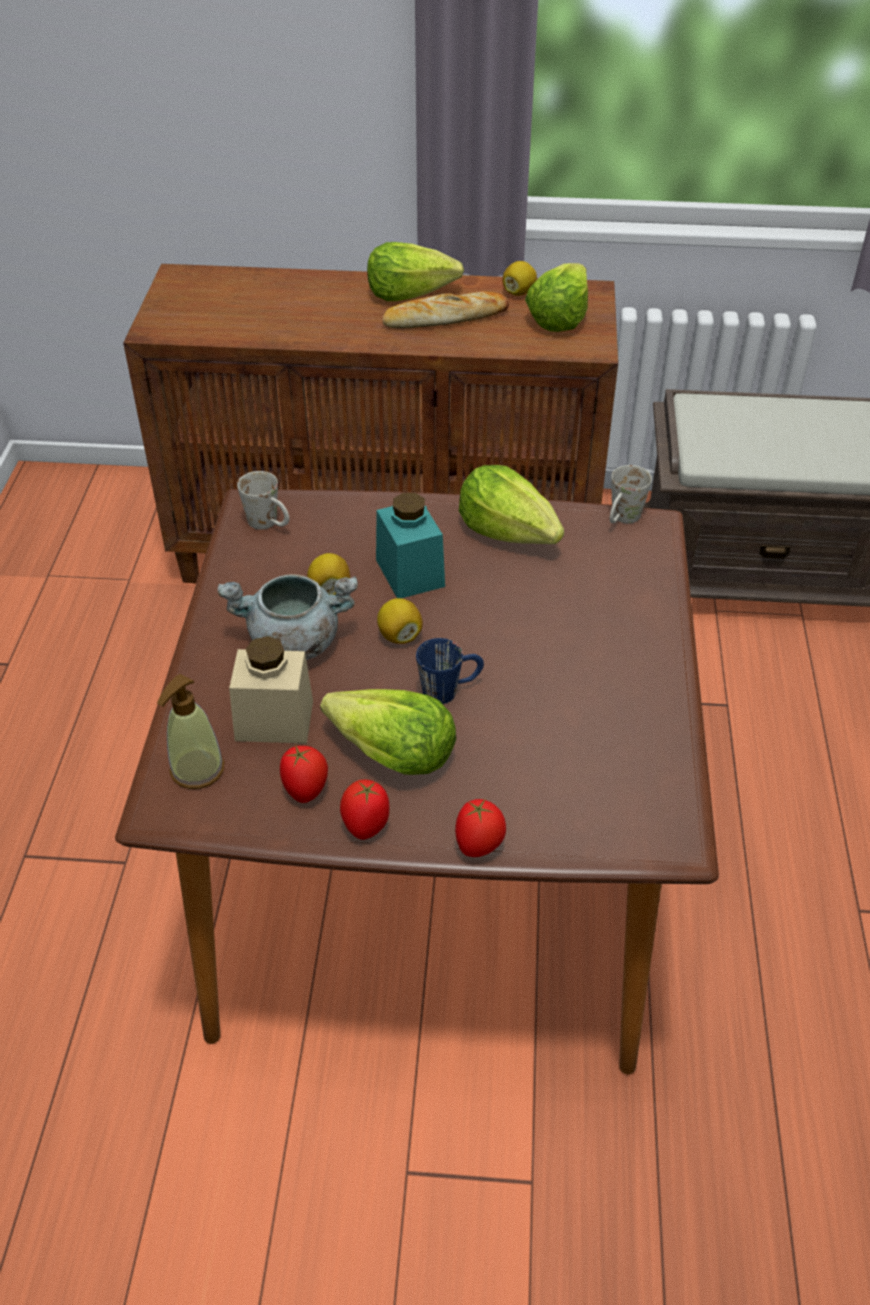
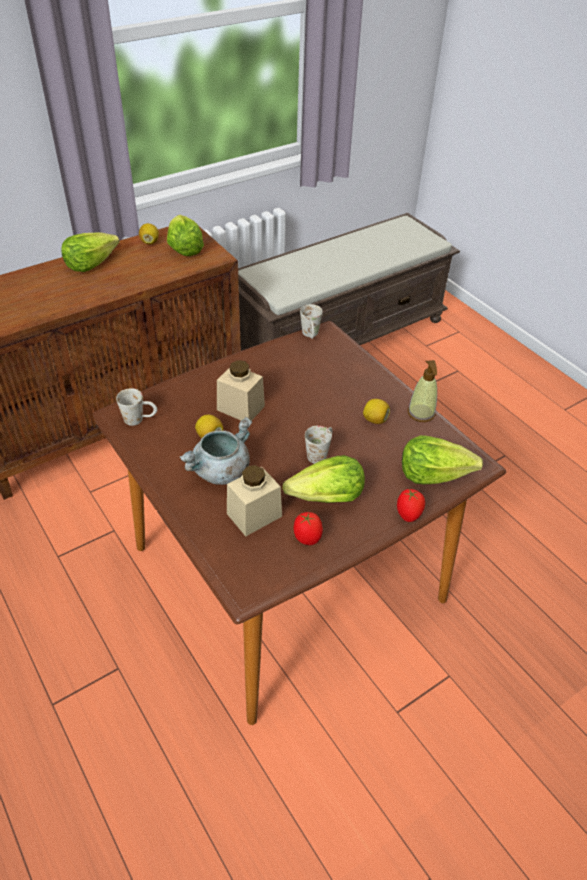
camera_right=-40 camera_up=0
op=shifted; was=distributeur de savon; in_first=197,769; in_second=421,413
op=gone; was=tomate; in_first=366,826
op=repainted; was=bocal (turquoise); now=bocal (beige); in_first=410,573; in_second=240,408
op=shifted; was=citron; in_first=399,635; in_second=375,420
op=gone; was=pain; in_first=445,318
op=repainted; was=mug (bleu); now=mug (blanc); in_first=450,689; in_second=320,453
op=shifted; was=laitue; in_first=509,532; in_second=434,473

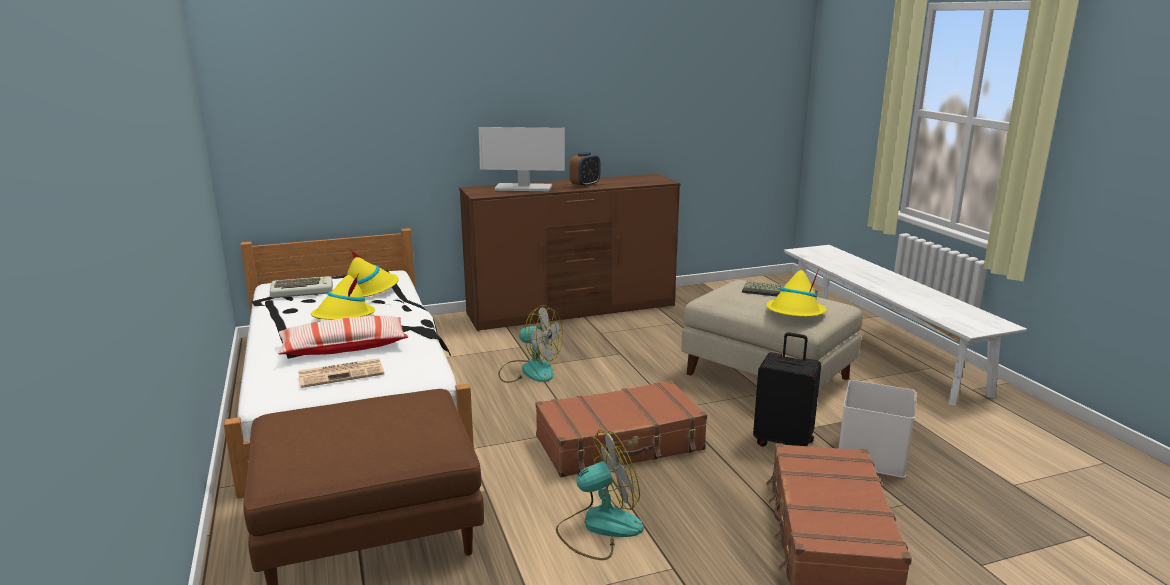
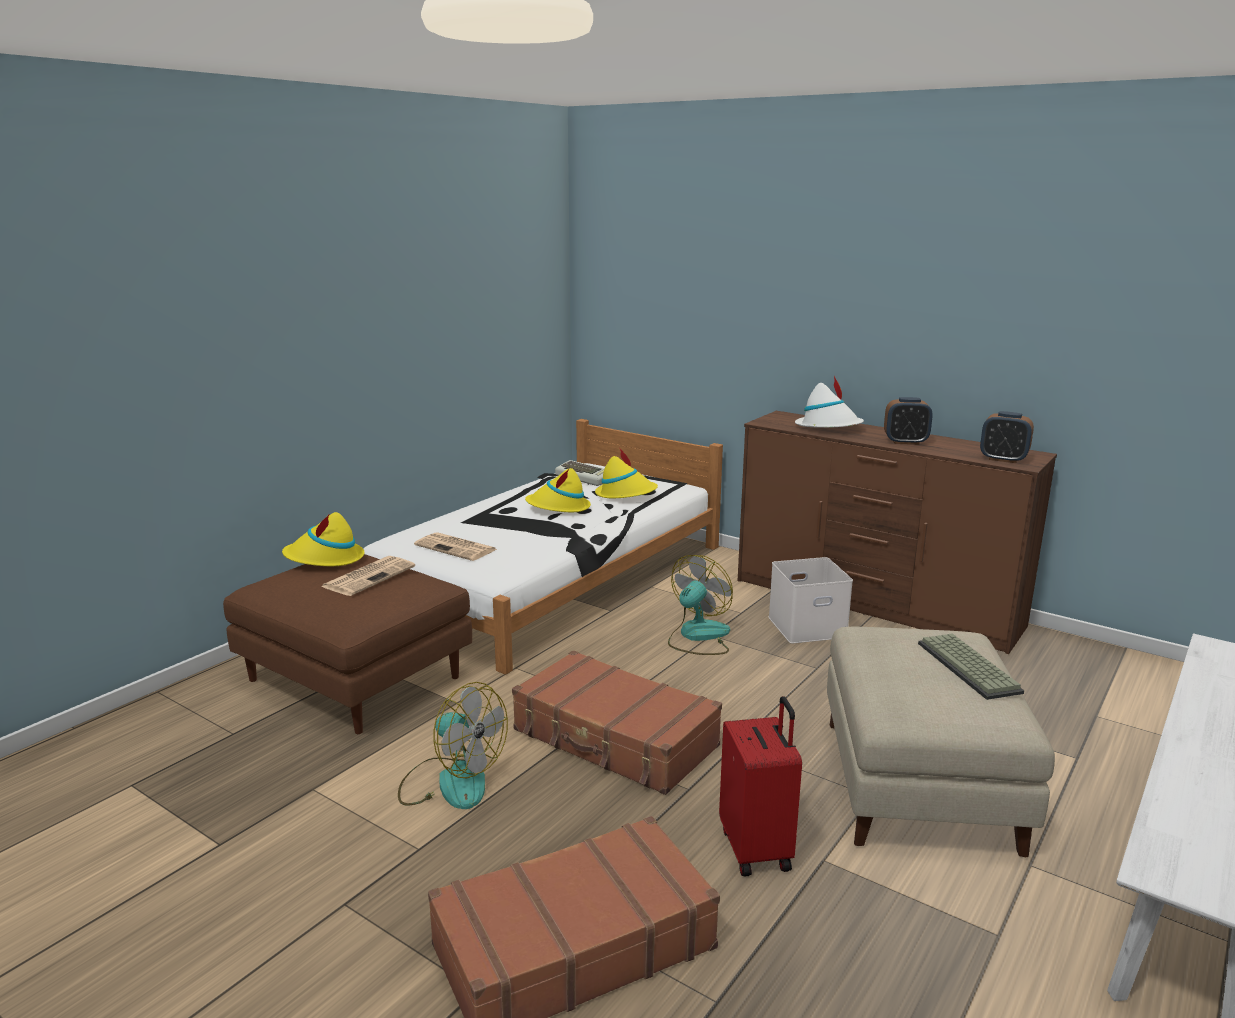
camera_right=55 camera_up=0
op=gone; was=coussin; in_first=344,348
op=swapped; was=écran d'ordinateur; now=chapeau (blanc); in_first=523,188; in_second=829,427
op=rotated; was=ventilateur; in_first=529,370; in_second=698,636; clockwise=-135
op=repainted; was=valise (noir); now=valise (rouge); in_first=784,442; in_second=757,849
op=shifted; was=chapeau (jaune); in_first=795,313; in_second=325,559
op=shifted; was=boîte de rangement (blanc); in_first=870,454; in_second=808,626
op=new; now=journal; in_second=369,576
op=new; now=réveil; in_second=1003,459

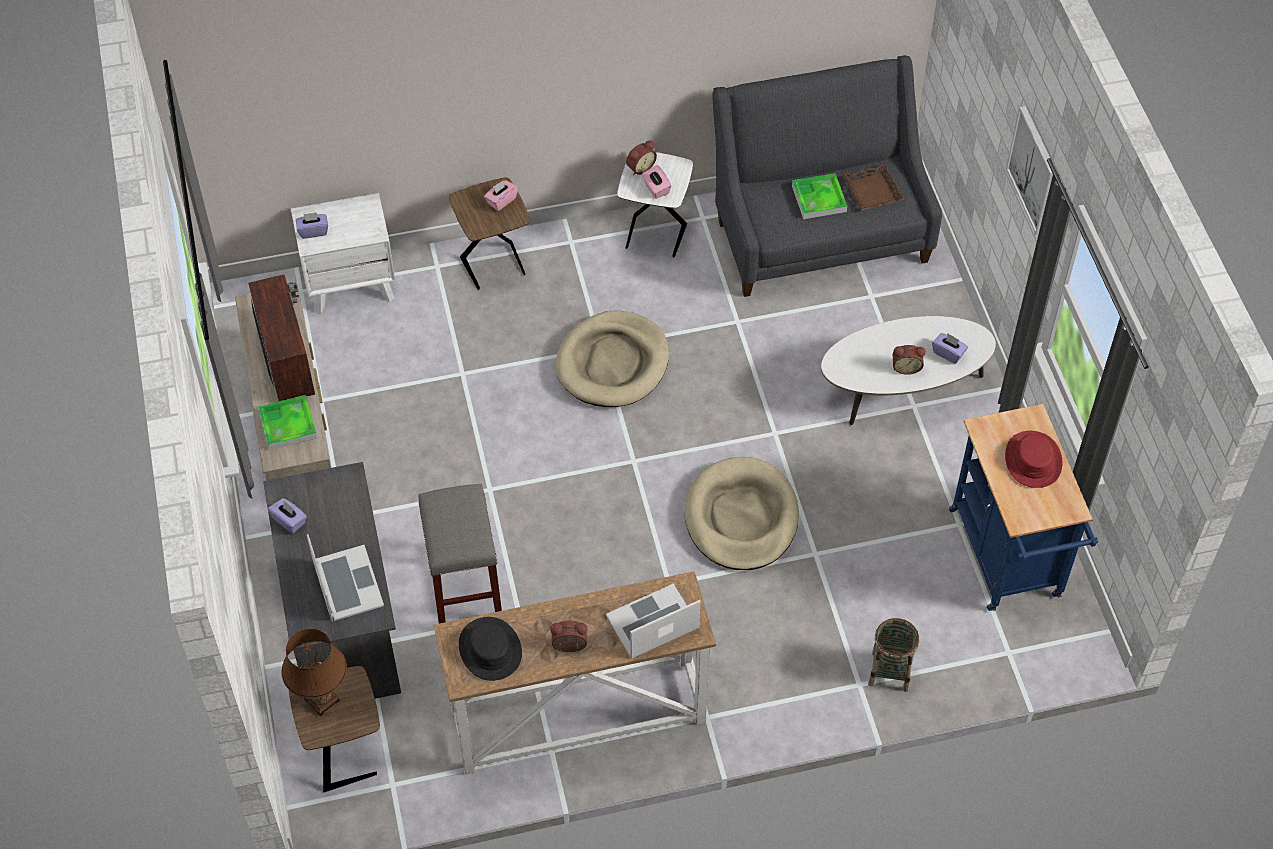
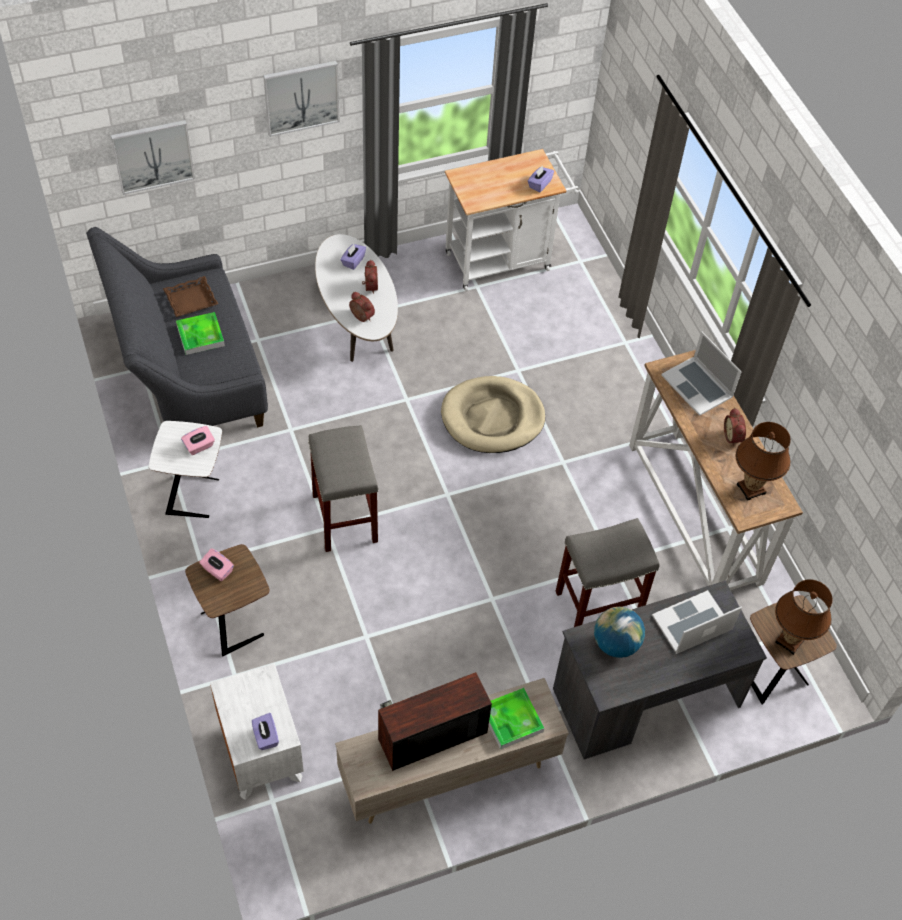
camera_right=-100 camera_up=0
op=shifted; was=boîte à mouchoirs (violet); in_first=289,521; in_second=539,184
op=swapped; was=chapeau (noir); now=lampe de table (marron); in_first=490,650; in_second=751,489
op=swapped; was=panier pour chien (beige); now=tabouret (gris); in_first=613,363; in_second=344,517
op=shifted; was=réveil; in_first=640,167; in_second=360,317
op=gone; was=panier; in_first=890,671
op=repainted; was=chariot (bleu); now=chariot (blanc); in_first=1008,560; in_second=503,259
op=gone; was=chapeau (rouge); in_first=1033,460
op=new; now=tableau; in_second=153,156
op=new; now=globe; in_second=615,643

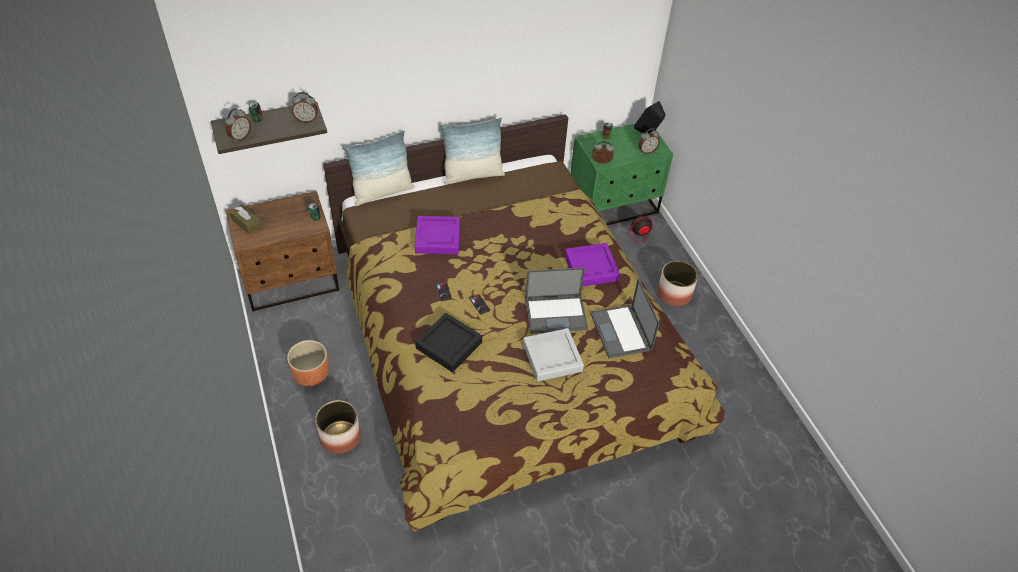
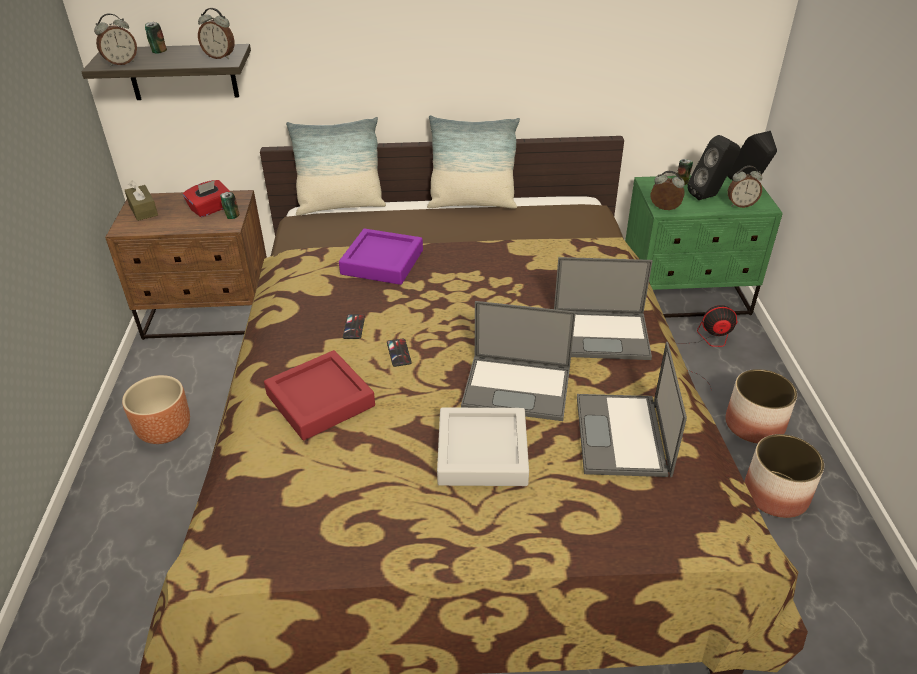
camera_right=20 camera_up=-10
op=shifted; was=cache-pot; in_first=339,437; in_second=775,494
op=repainted; was=plateau (noir); now=plateau (rouge); in_first=449,345; in_second=320,400
op=swapped; was=plateau (violet); now=ordinateur portable; in_first=591,268; in_second=601,334
op=new; now=boîte à mouchoirs (rouge); in_second=211,209
op=new; now=enceinte (noir); in_second=709,196

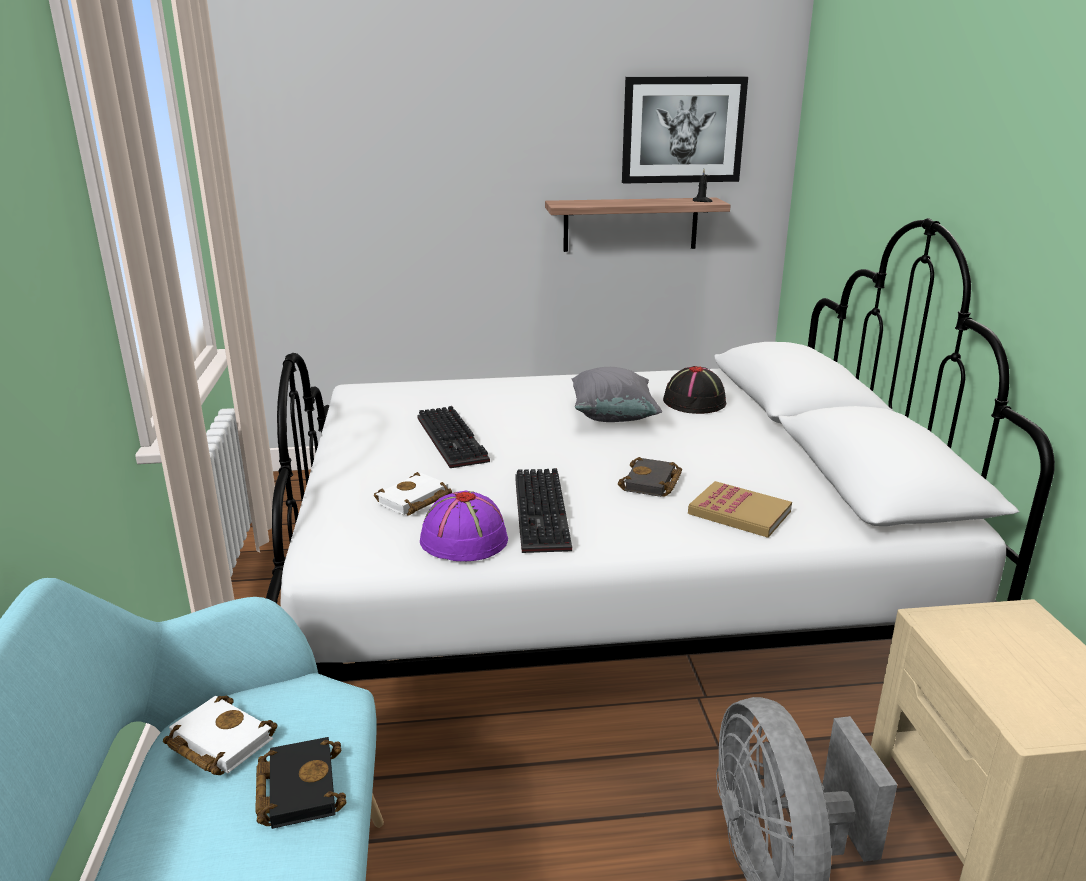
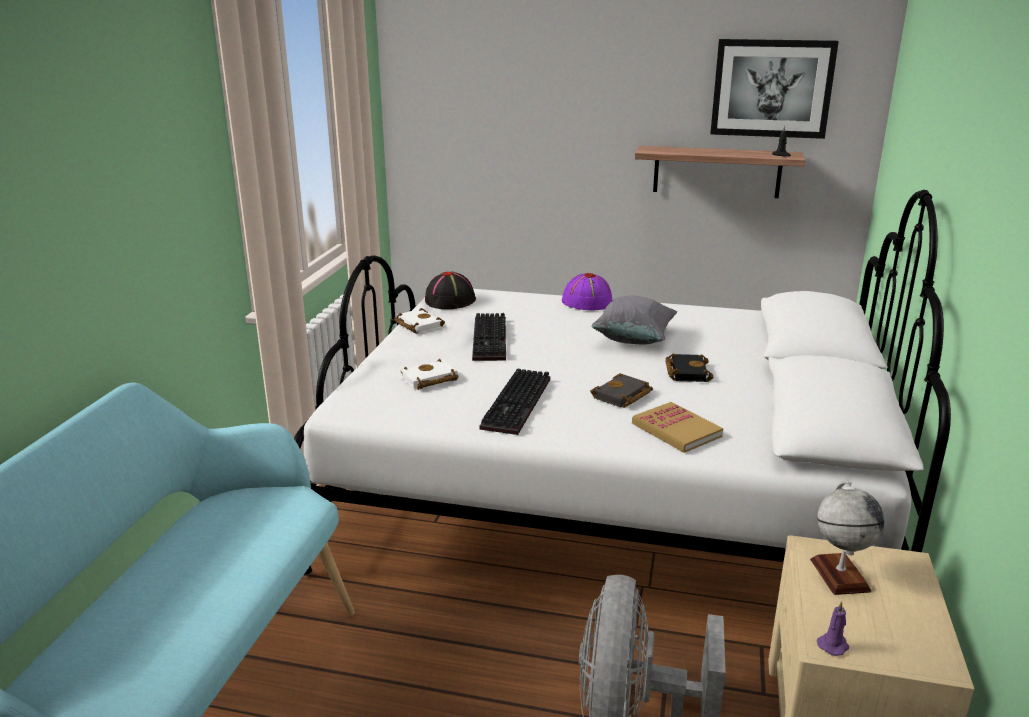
camera_right=20 camera_up=0
op=shifted; was=livre (blanc); in_first=217,742; in_second=417,325
op=shifted; was=livre (noir); in_first=297,787; in_second=686,372
op=shifted; was=chapeau (violet); in_first=463,540; in_second=586,302
op=shifted; was=chapeau (noir); in_first=694,402; in_second=450,300
op=new; now=globe; in_second=839,575
op=new; now=bougie (violet); in_second=833,645

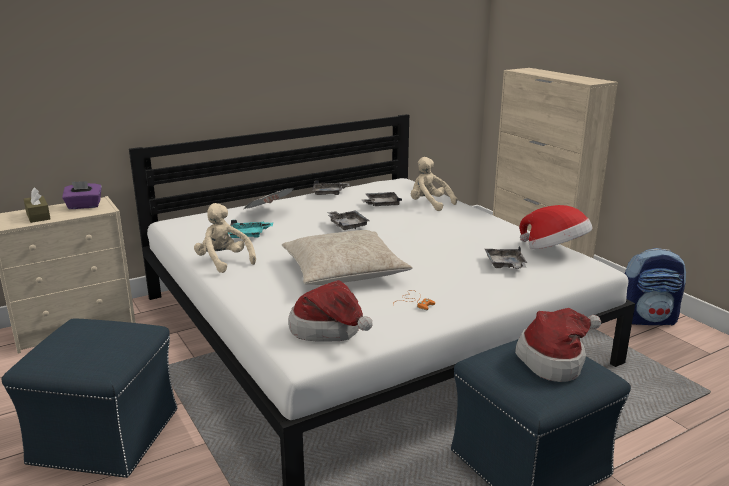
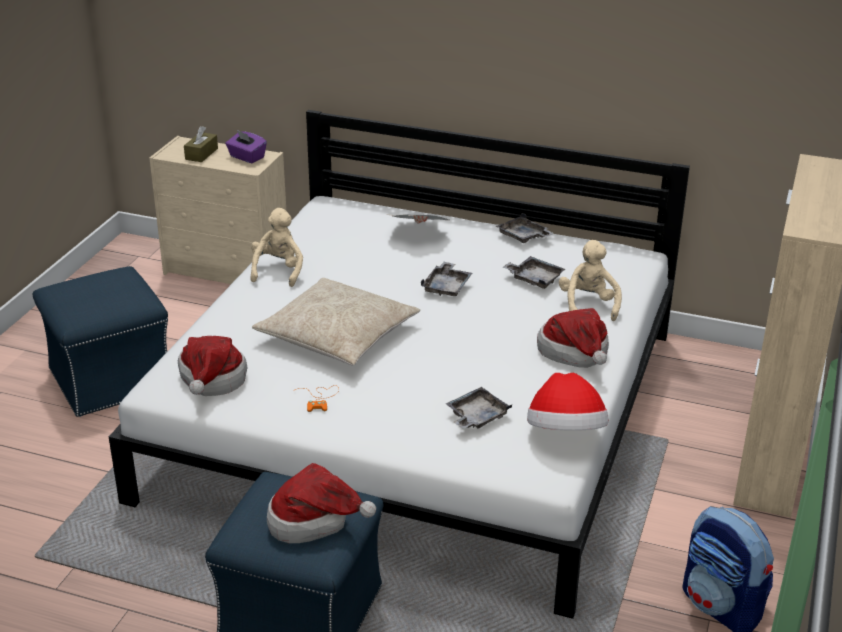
camera_right=50 camera_up=10
op=gone; was=plateau (turquoise); in_first=248,235
op=new; now=chapeau; in_second=575,354

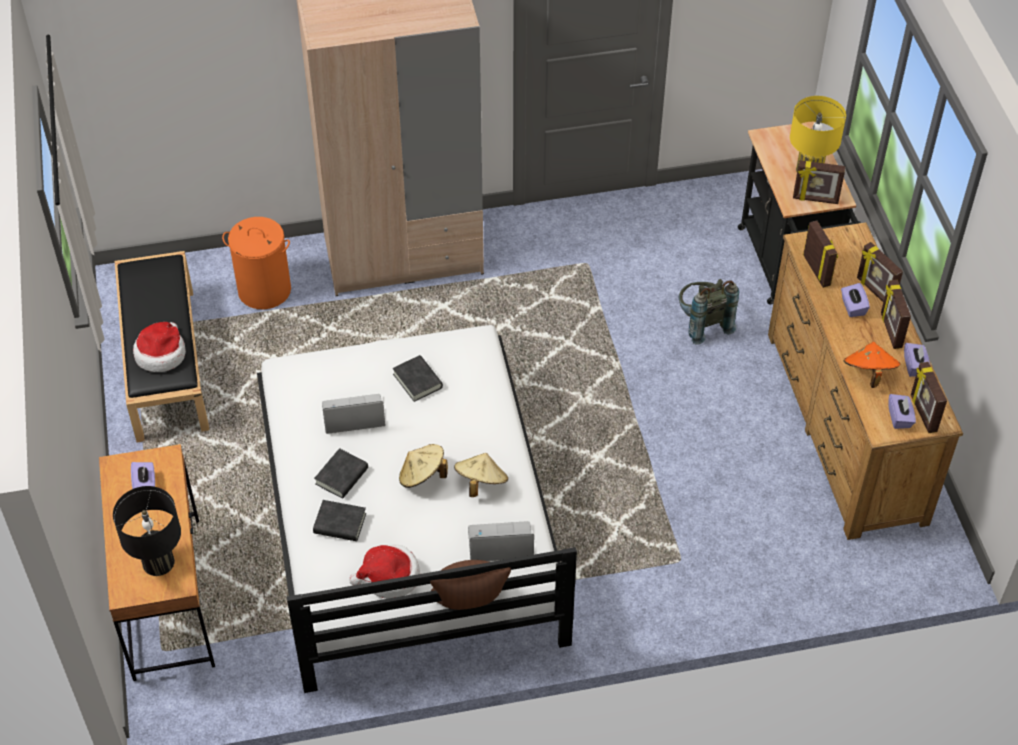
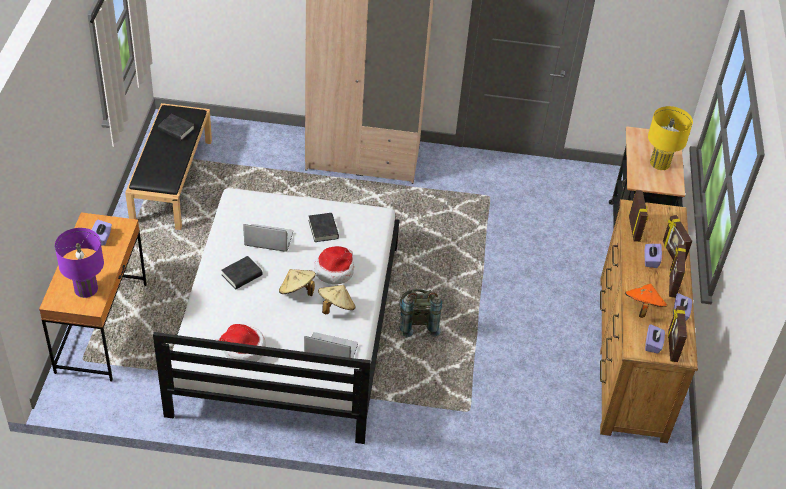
camera_right=15 camera_up=-5
op=repainted; was=lampe de table (noir); now=lampe de table (violet); in_first=158,562; in_second=86,289
op=shifted; was=chapeau; in_first=161,353; in_second=334,270
op=gone; was=panier à linge (orange); in_first=264,290
op=shifted; was=livre (noir); in_first=340,524; in_second=176,130
op=gone; was=coussin (marron); in_first=469,601
op=shifted; was=sac à dos (gris); in_first=702,323; in_second=417,323
op=gone; was=cadre photo; in_first=815,199

